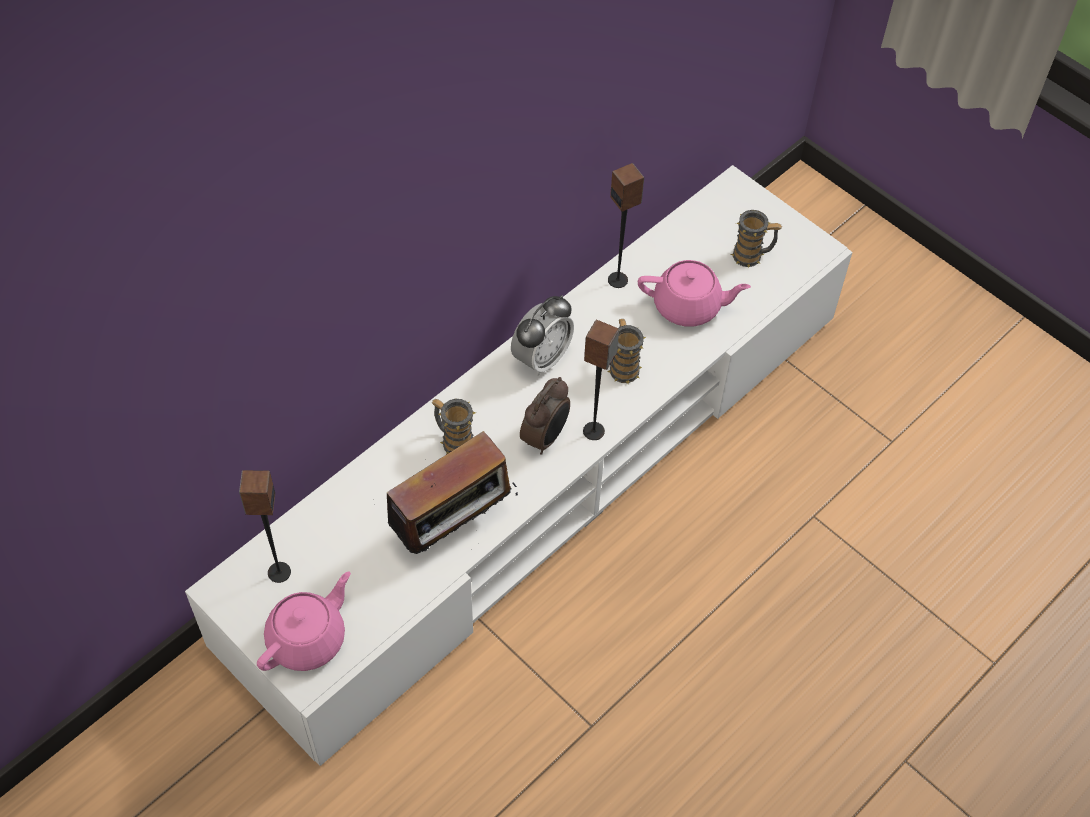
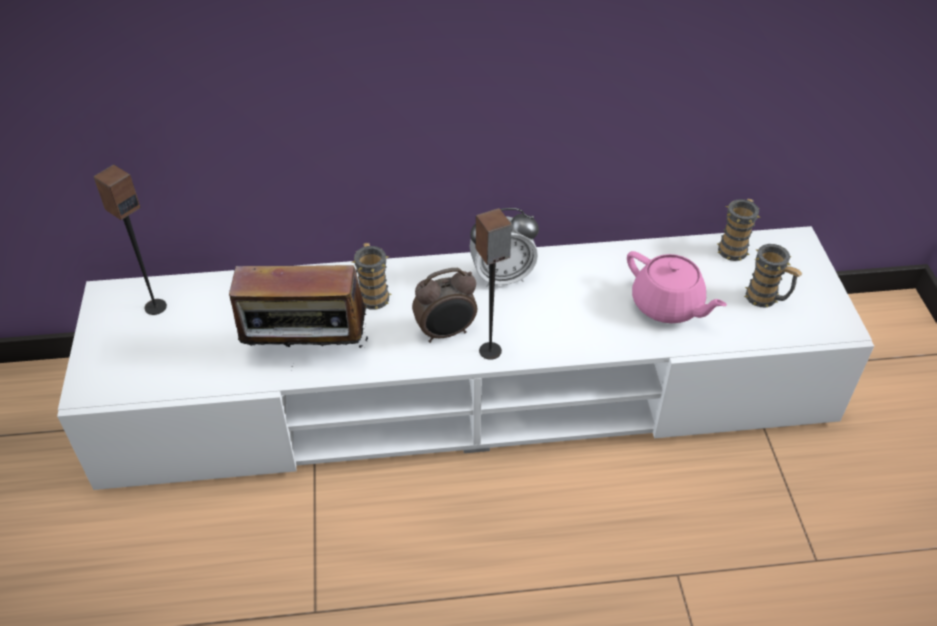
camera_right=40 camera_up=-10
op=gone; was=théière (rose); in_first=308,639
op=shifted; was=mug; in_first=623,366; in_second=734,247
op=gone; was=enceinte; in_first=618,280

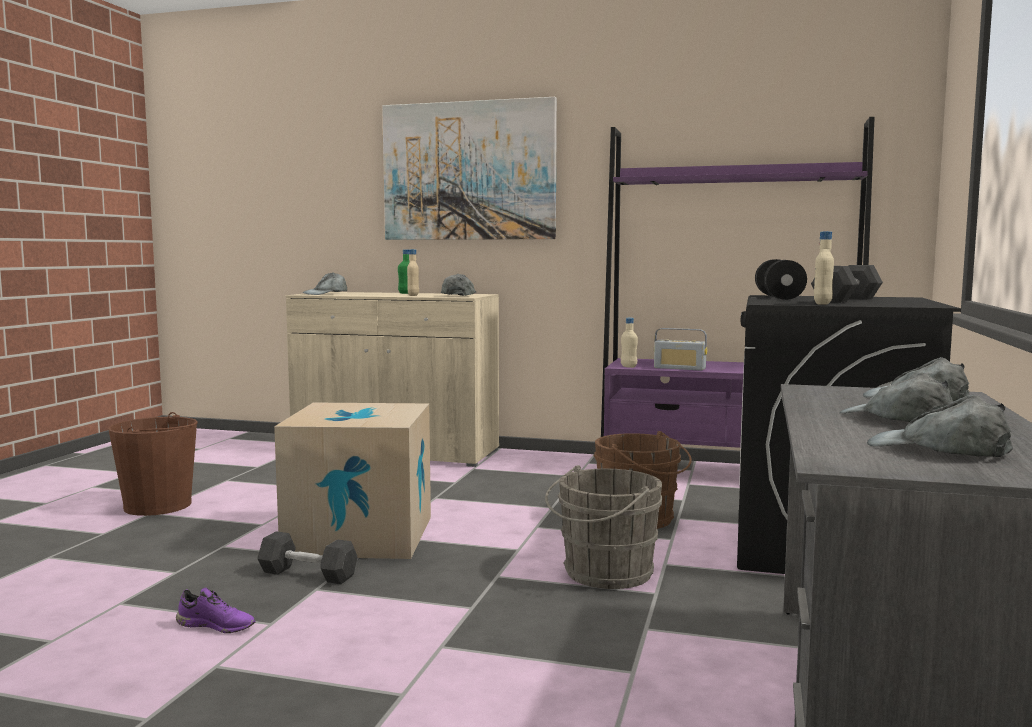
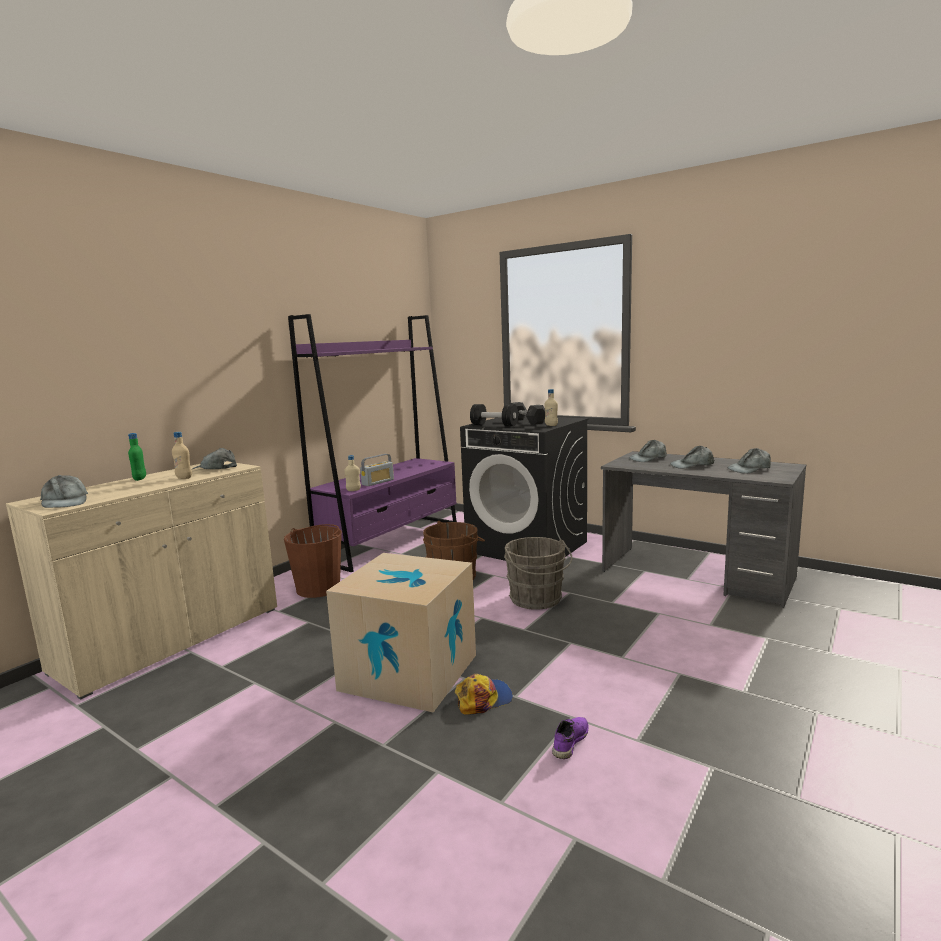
camera_right=-70 camera_up=5
op=shifted; was=seau (marron); in_first=158,506; in_second=319,588
op=swapped; was=haltère (gris); now=casquette; in_first=308,574; in_second=483,699
op=gone; was=tableau; in_first=468,171

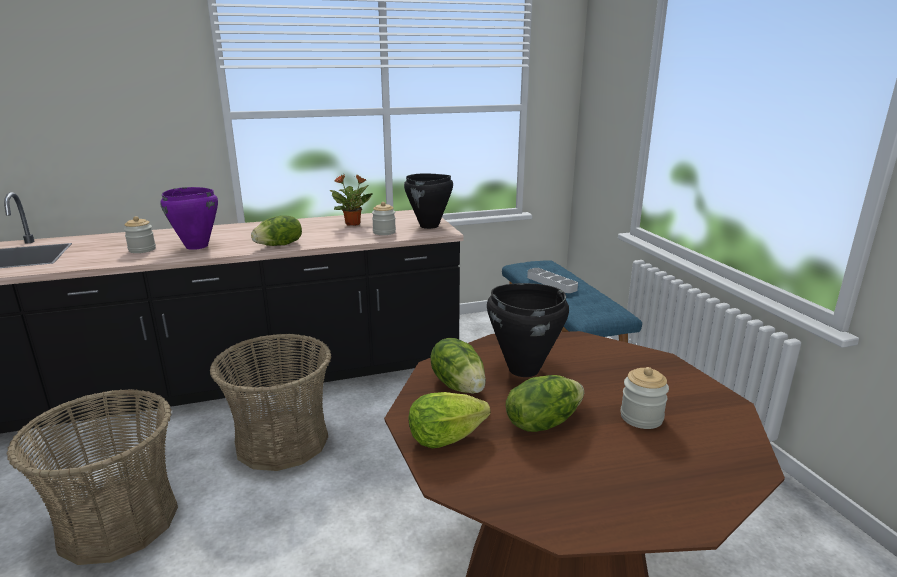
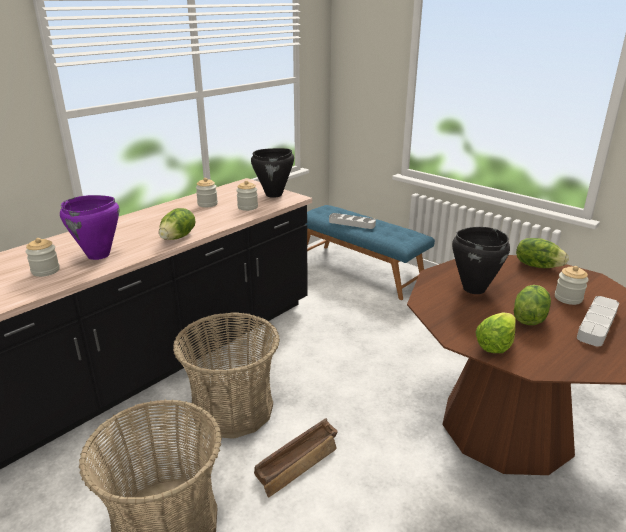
camera_right=-30 camera_up=5
op=swapped; was=plante en pot; now=bocal; in_first=353,224; in_second=207,204
op=shifted; was=laitue; in_first=459,385; in_second=537,266
op=new; now=caisse; in_second=299,461
op=new; now=plateau (gris); in_second=597,324

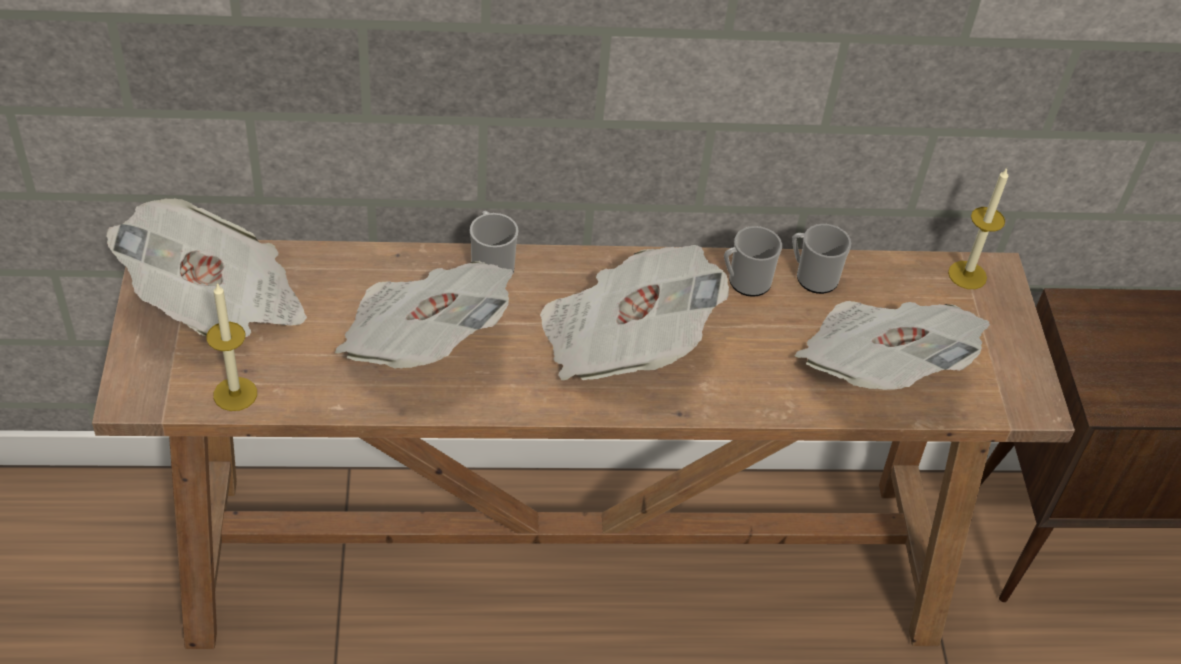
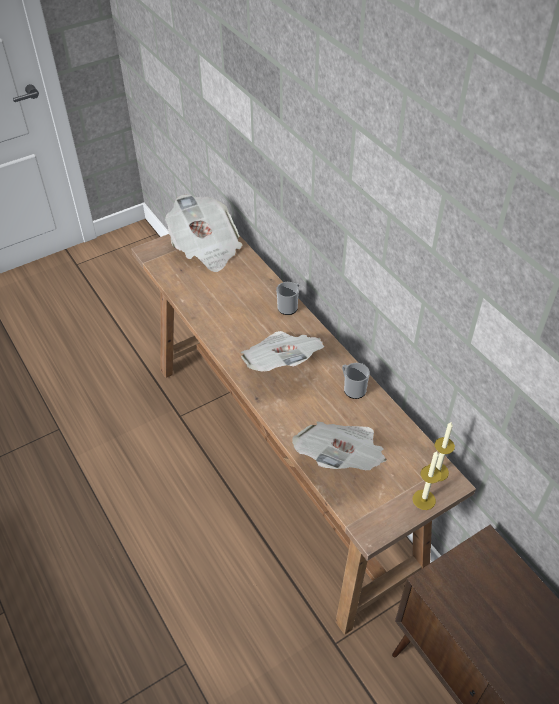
camera_right=65 camera_up=0
op=shifted; was=bougie; in_first=235,394; in_second=424,499
op=gone; was=journal; in_first=422,342
op=gone; was=mug; in_first=812,277

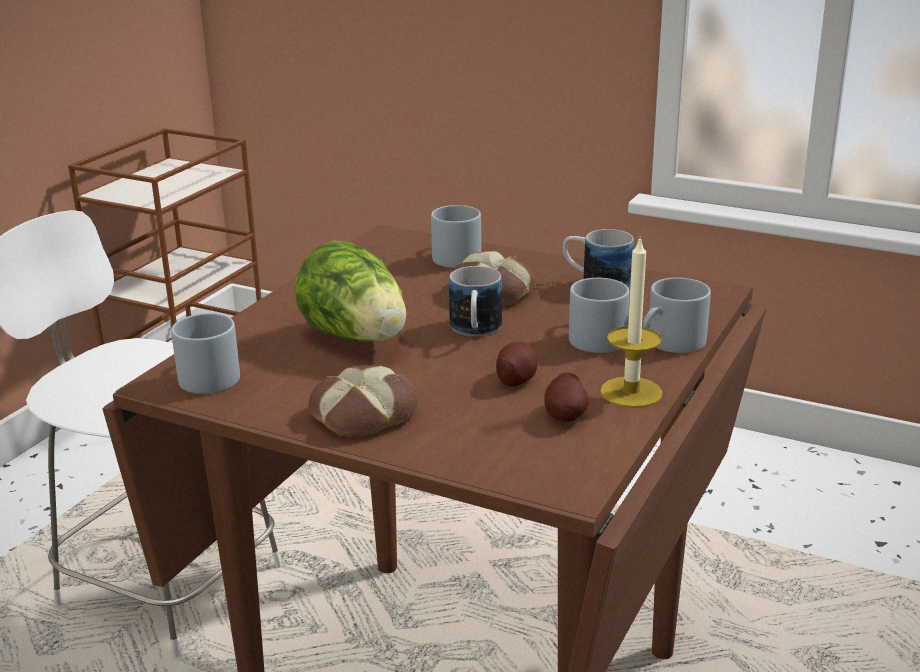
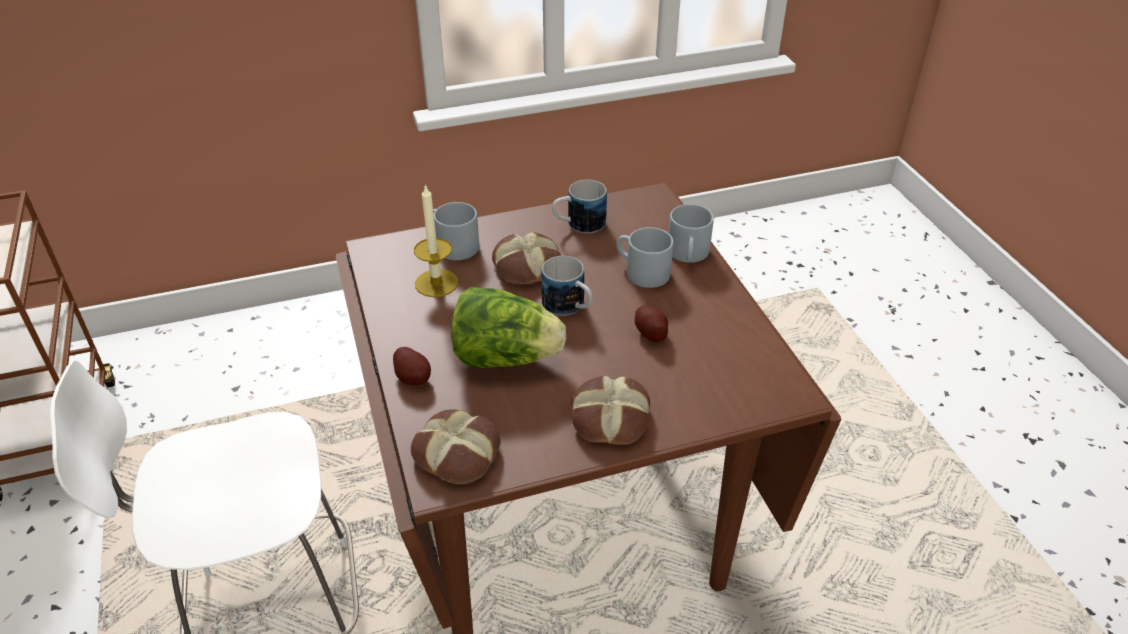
camera_right=-45 camera_up=15
op=swapped; was=mug (gris); now=pain; in_first=209,374; in_second=458,453
op=shifted; was=pomme de terre; in_first=566,415; in_second=413,377
op=shifted; was=bougie; in_first=631,392; in_second=436,283

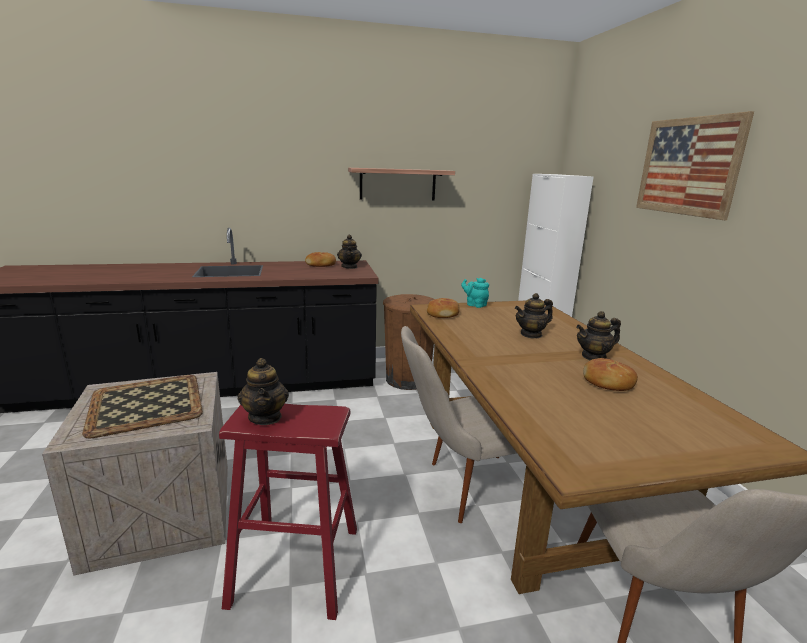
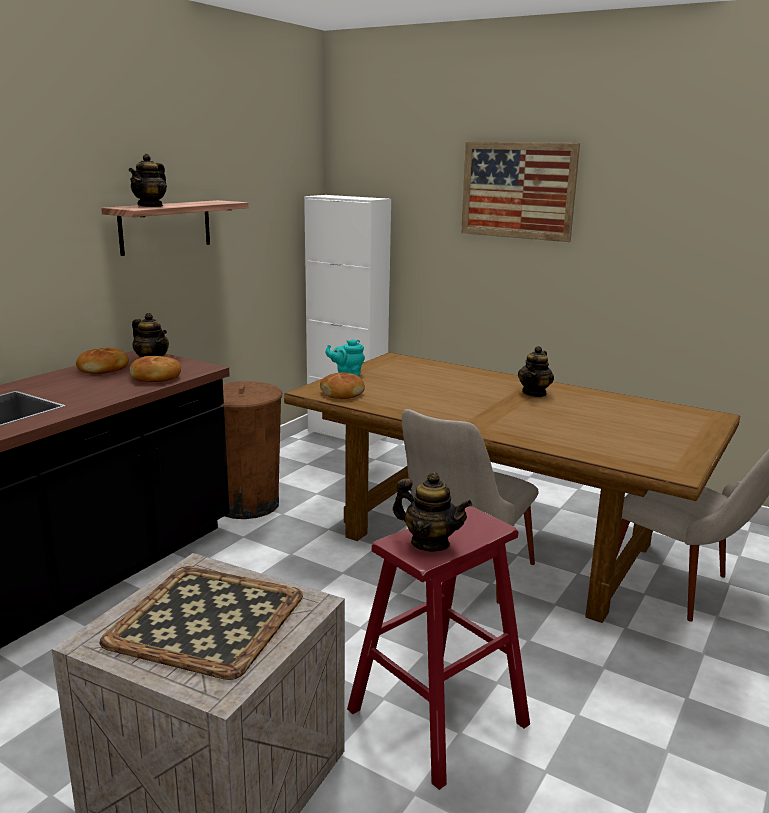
camera_right=-45 camera_up=0
op=shifted; was=théière; in_first=531,334; in_second=150,206
op=shifted; was=pain; in_first=607,382; in_second=156,378

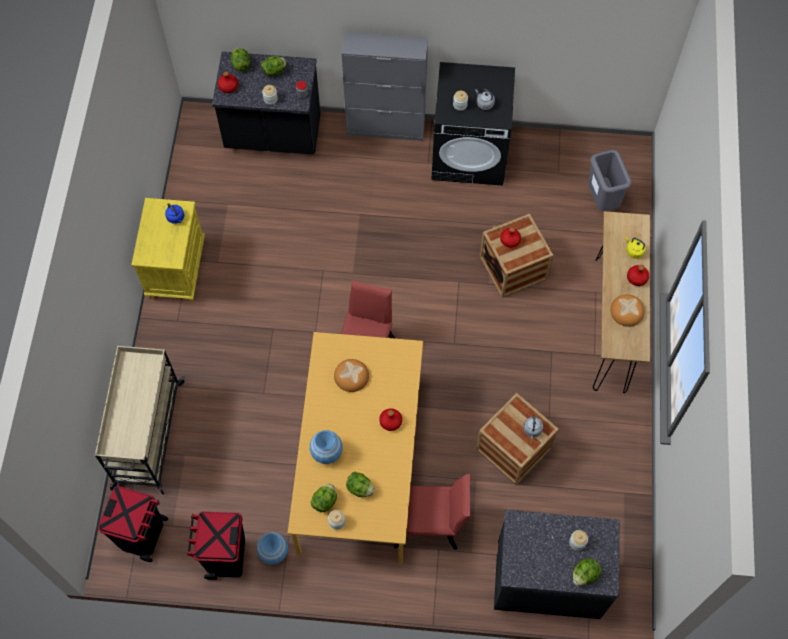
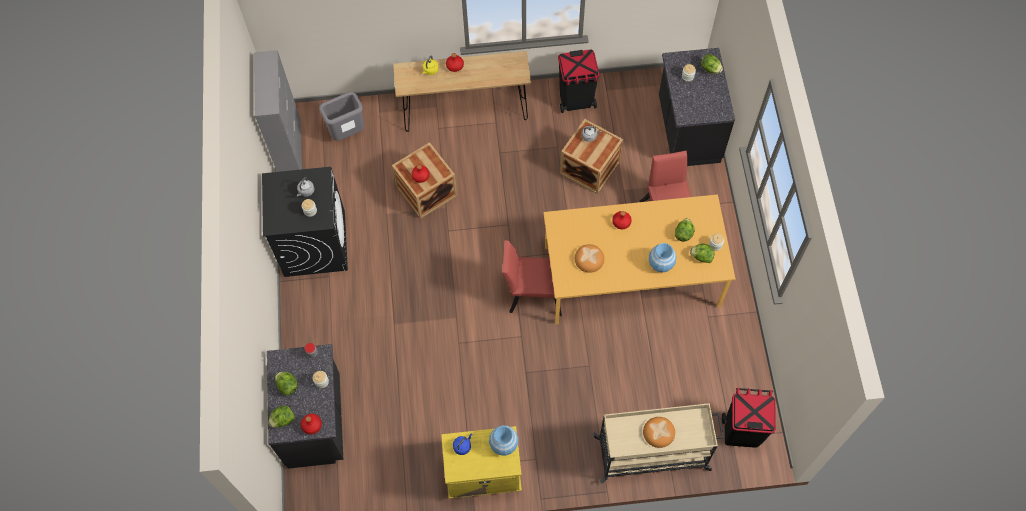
camera_right=-100 camera_up=0
op=shifted; was=poubelle (noir); in_first=226,557; in_second=576,100
op=shifted; was=vase (bleu); in_first=273,552; in_second=503,444
op=shifted; was=meuble de rangement (gris); in_first=386,128; in_second=290,148
op=shifted; was=pain; in_first=627,311; in_second=659,432

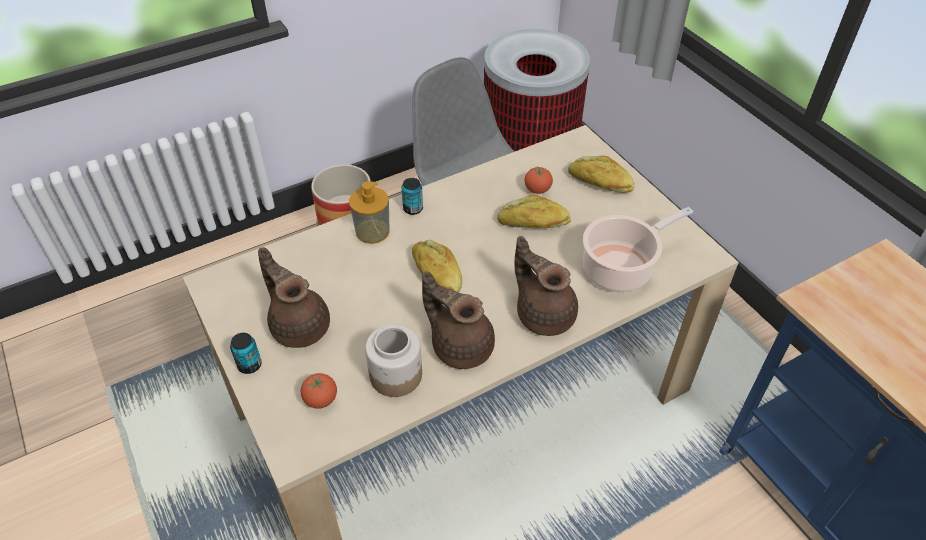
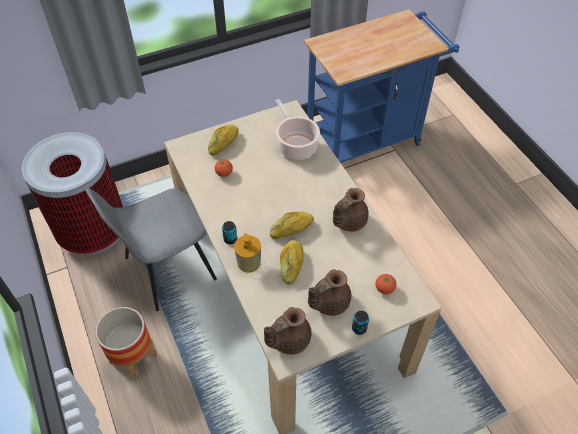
camera_right=-85 camera_up=5
op=gone; was=bocal; in_first=396,375
op=shifted; was=pain; in_first=533,223; in_second=291,265
op=shifted; was=théière (marron); in_first=544,314; in_second=288,339

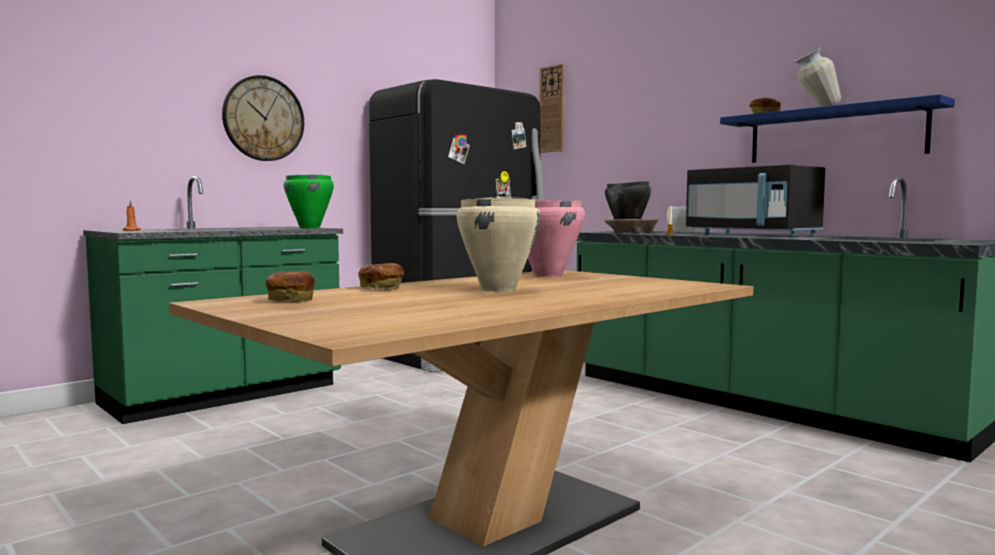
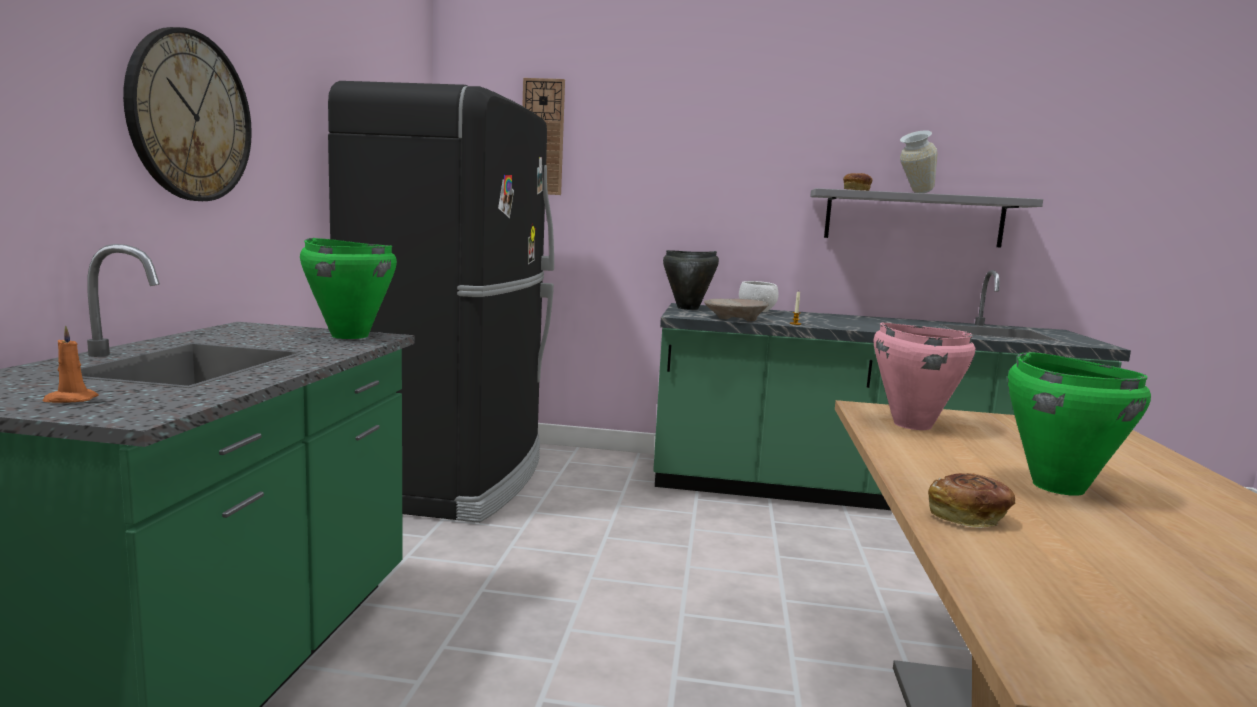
camera_right=-40 camera_up=5
op=gone; was=pain; in_first=290,300
op=repainted; was=marmite (beige); now=marmite (vert); in_first=499,289; in_second=1057,486
op=gone; was=micro-ondes (noir); in_first=752,234
op=repainted; was=étagère (bleu); now=étagère (gris); in_first=834,134; in_second=913,218

